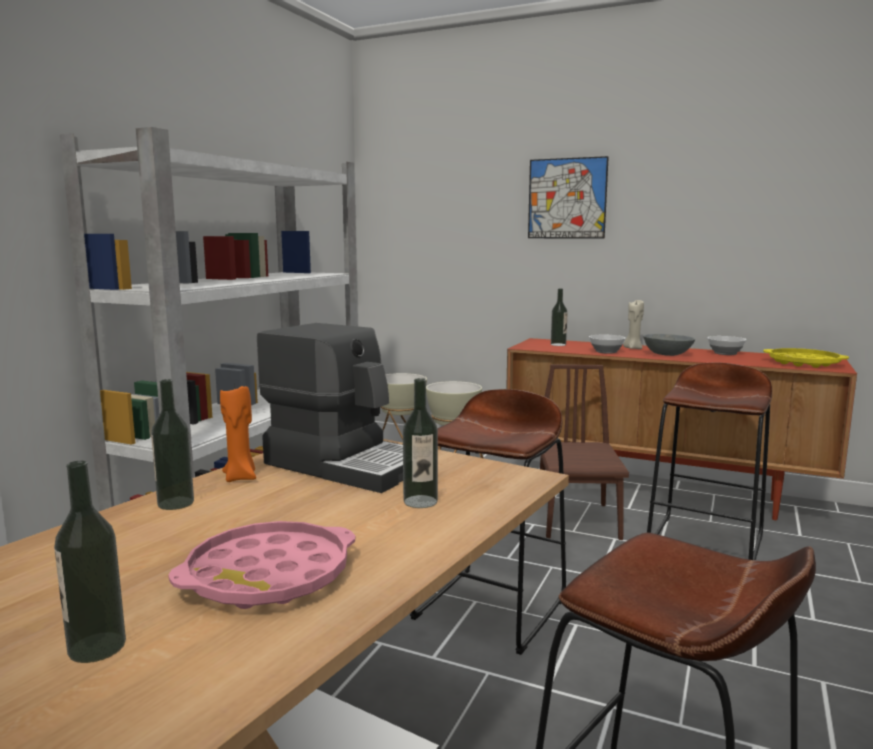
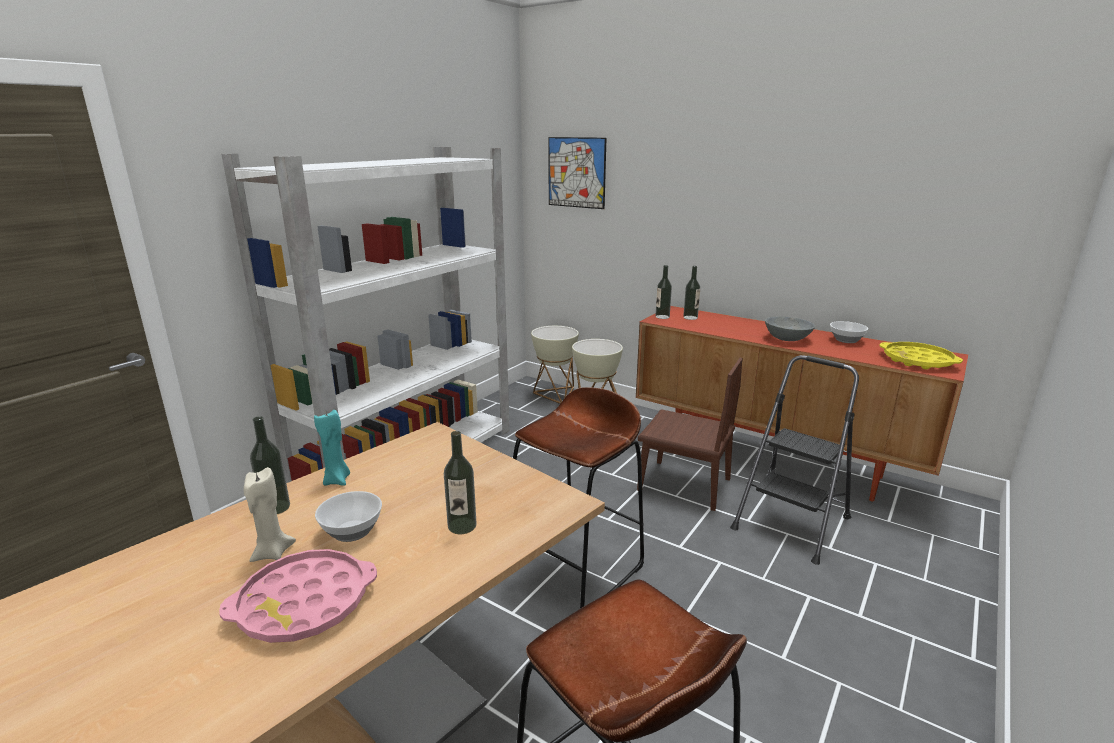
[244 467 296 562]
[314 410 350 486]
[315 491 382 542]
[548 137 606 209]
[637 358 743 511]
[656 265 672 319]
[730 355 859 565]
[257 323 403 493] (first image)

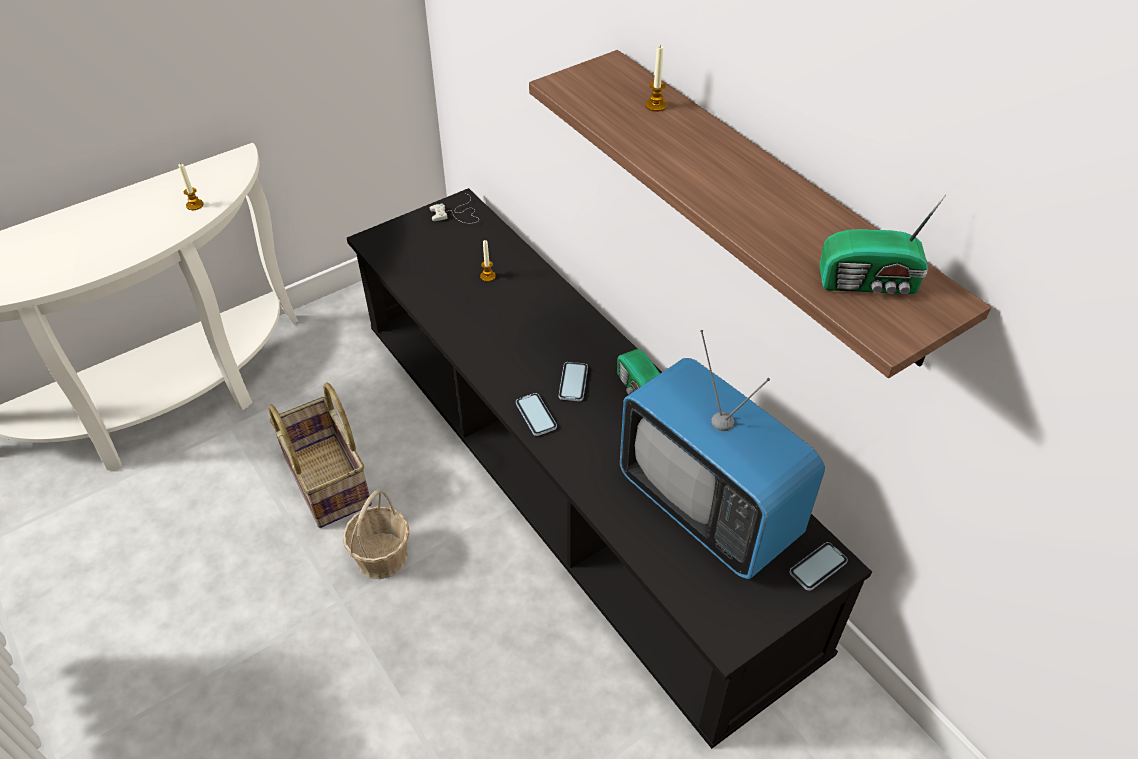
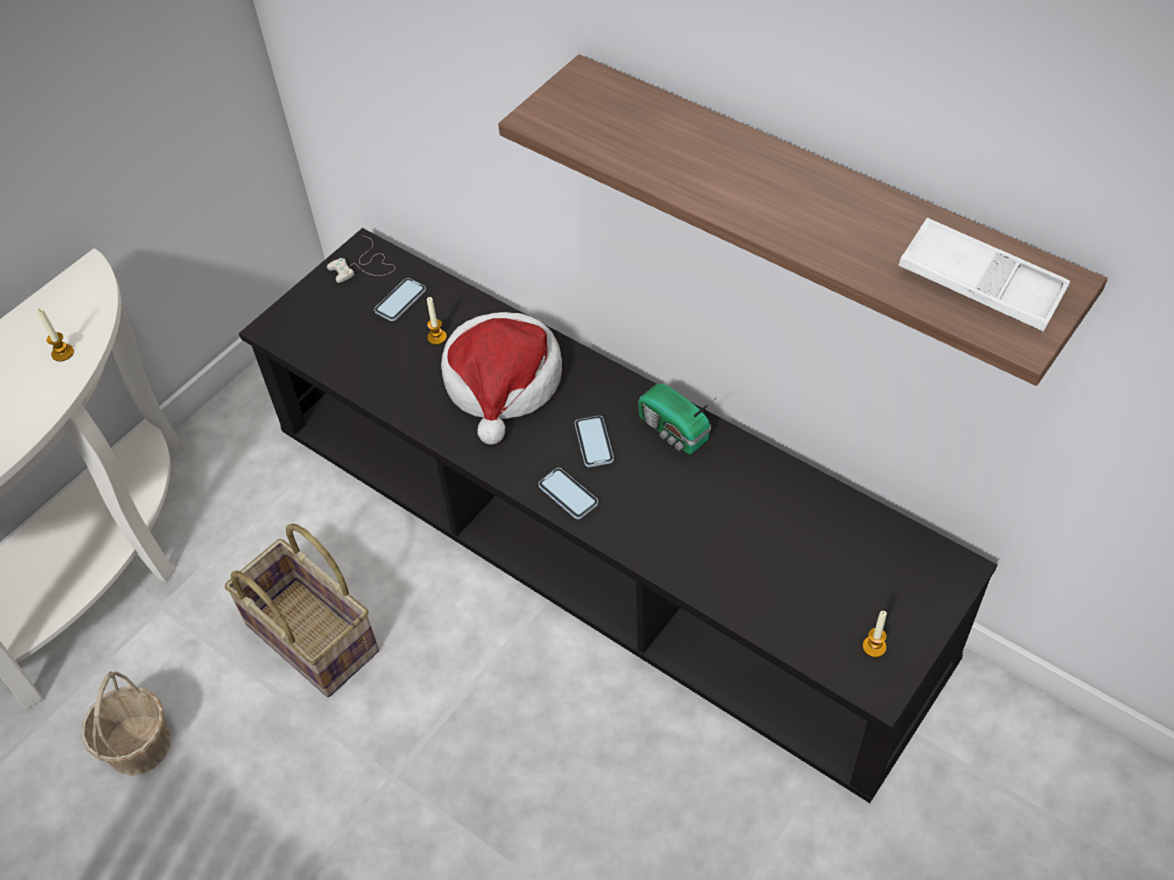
[82 671 171 776]
[374 278 426 321]
[441 312 562 445]
[863 611 887 657]
[898 218 1070 332]
[620 330 825 579] (first image)

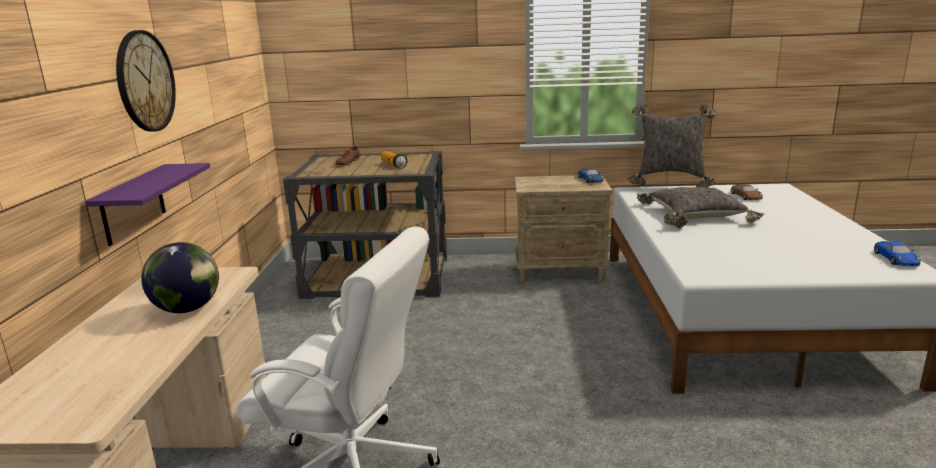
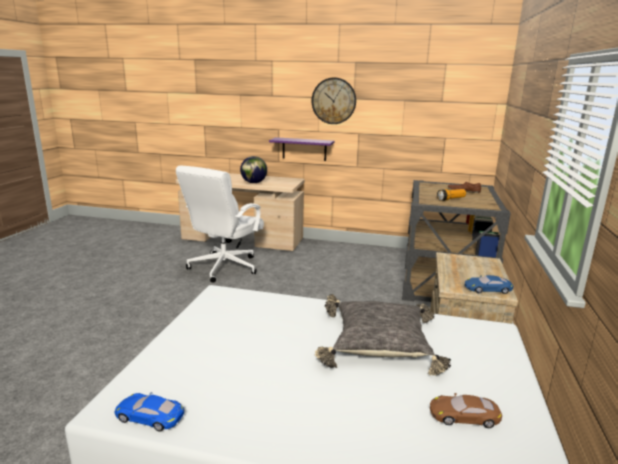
[627 104 717 188] (first image)

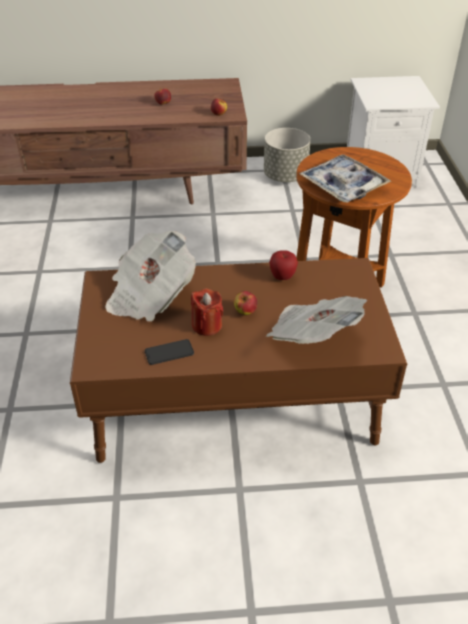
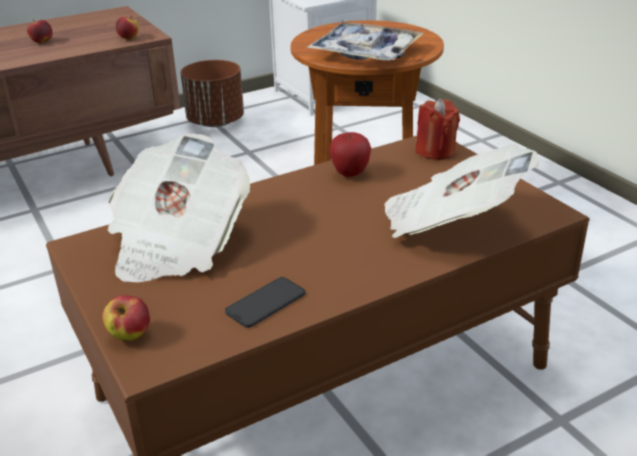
[102 295 150 341]
[181 60 244 127]
[415 99 460 160]

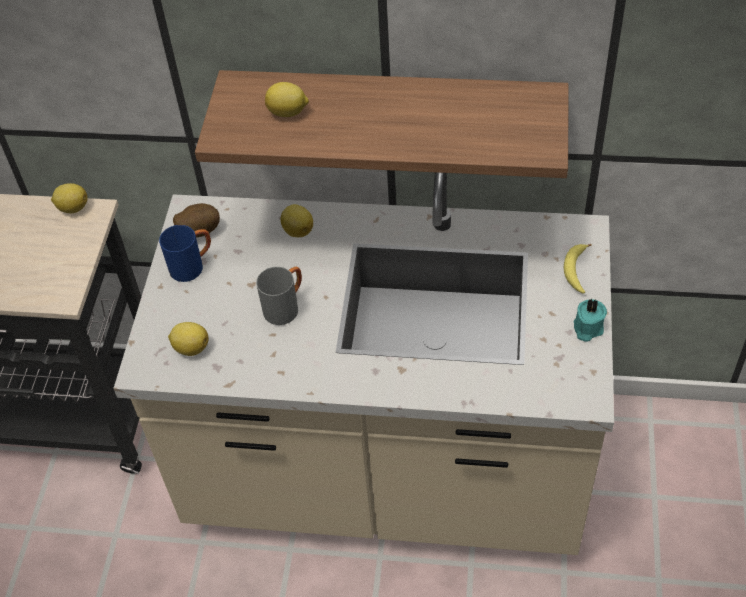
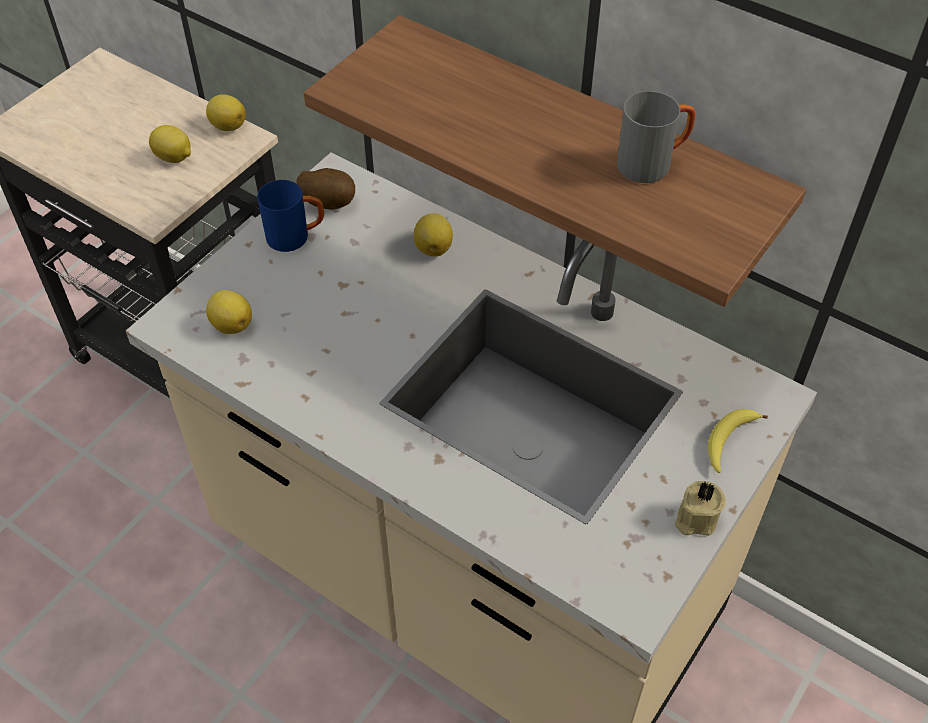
[149 125 191 163]
[617 91 696 183]
[675 481 726 536]

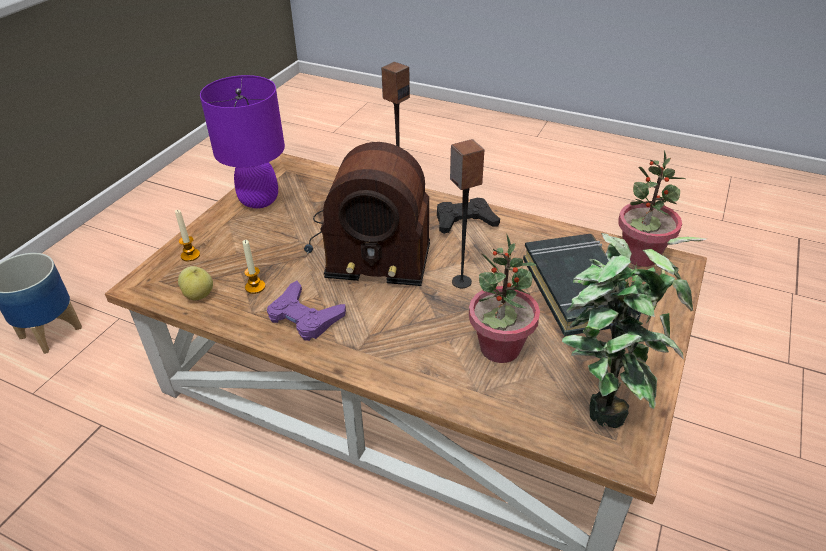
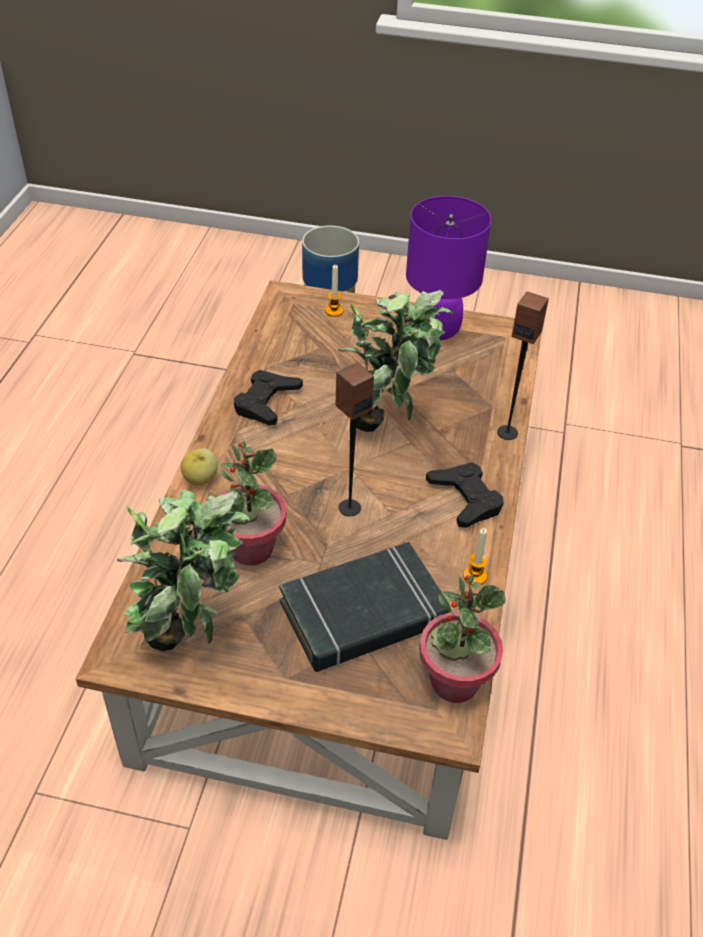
[181 448 218 486]
[234 370 303 425]
[338 290 453 432]
[463 528 487 585]

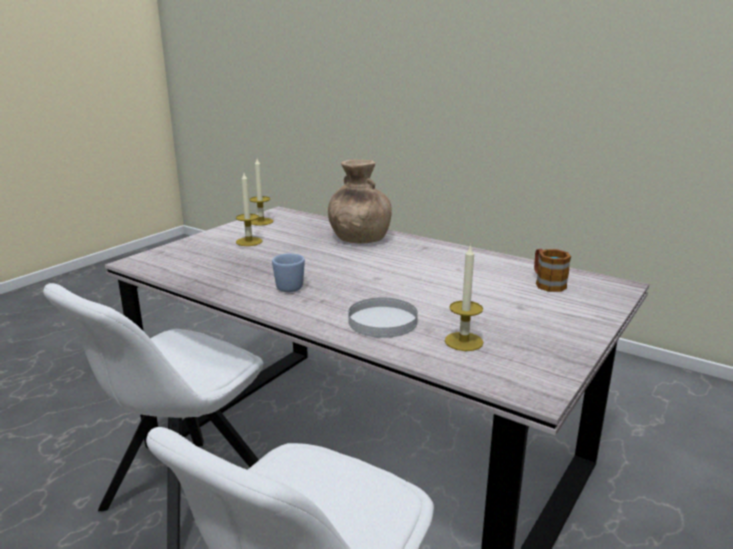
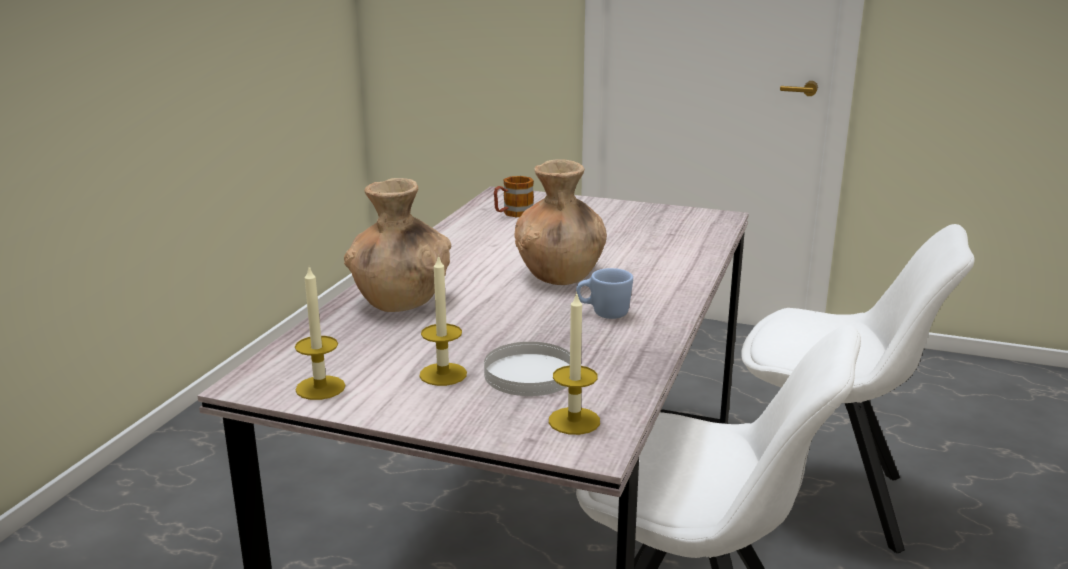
[484 342 570 396]
[514 160 607 285]
[549 291 600 435]

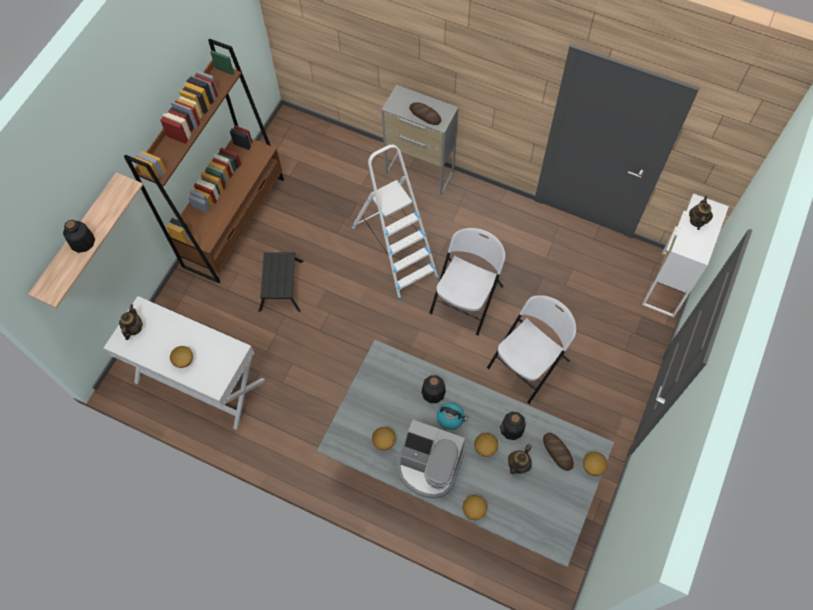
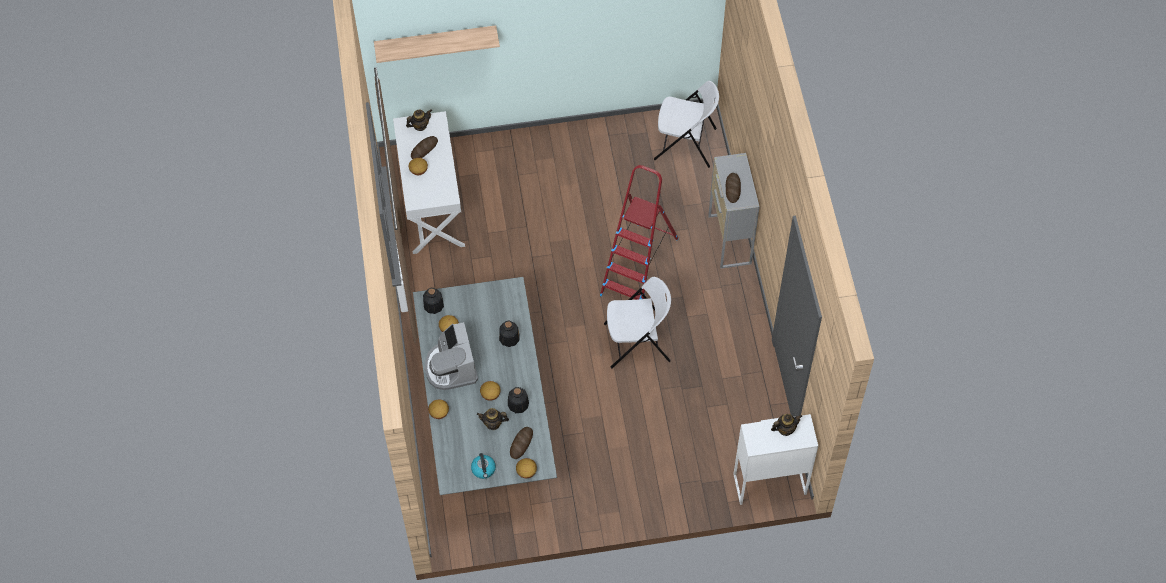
[411 136 438 159]
[423 288 444 314]
[471 453 496 479]
[600 165 679 300]
[654 81 719 168]
[124 39 284 283] (first image)
[258 252 303 312] (first image)

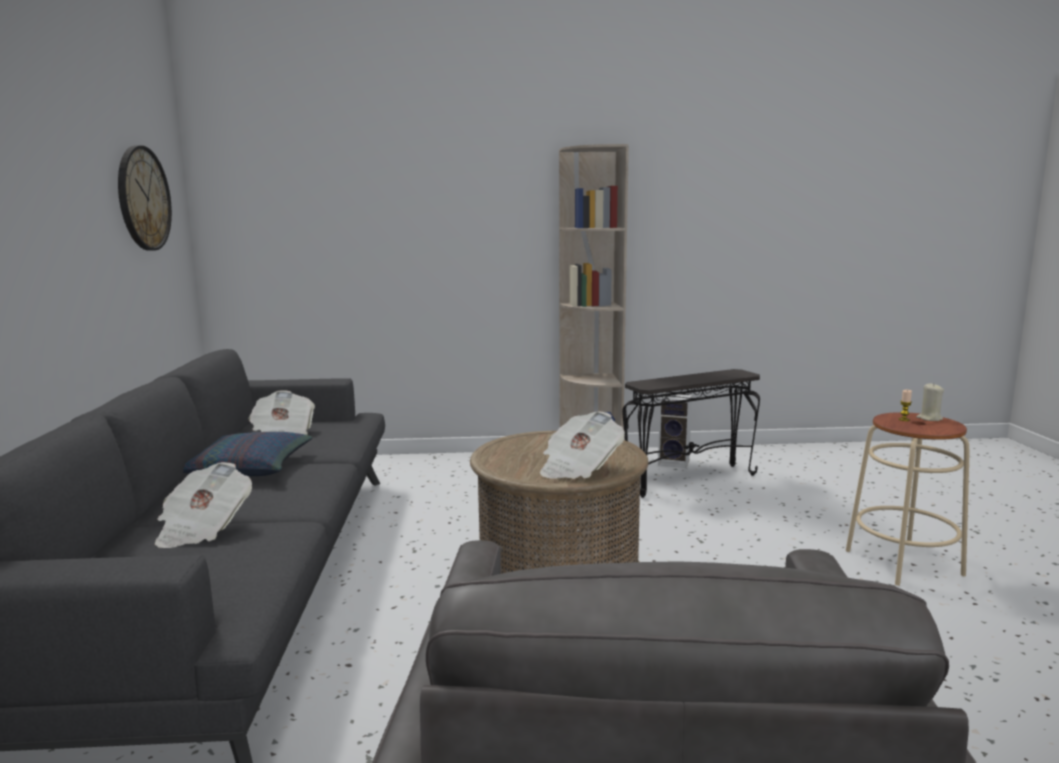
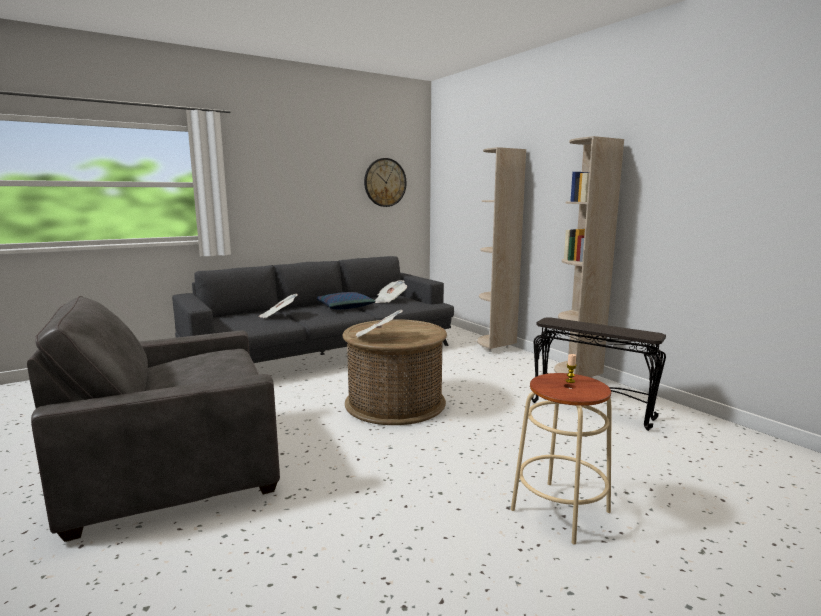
[477 147 526 352]
[658 393 692 468] (first image)
[916 383 944 421] (first image)

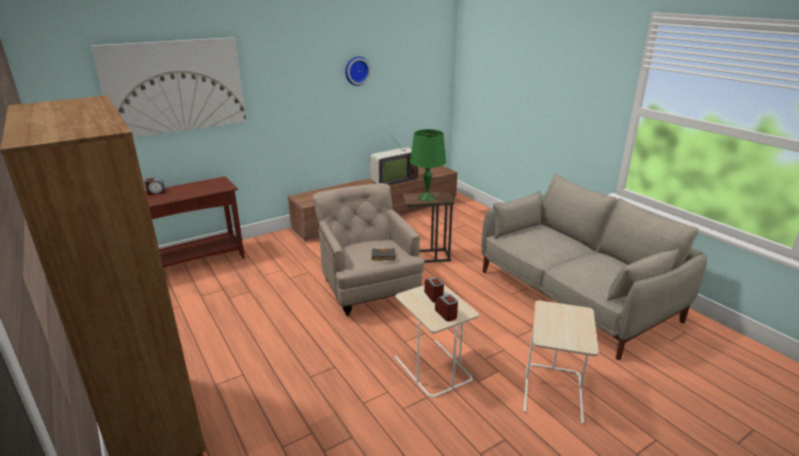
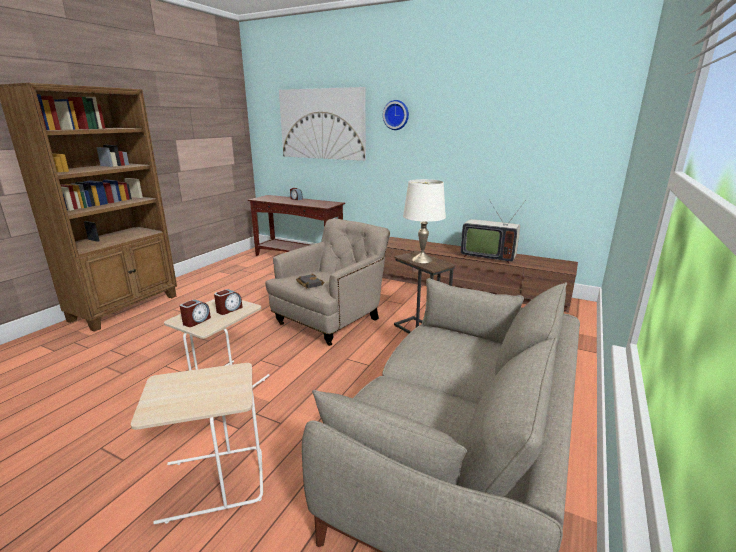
[383 100 409 130]
[403 179 446 263]

